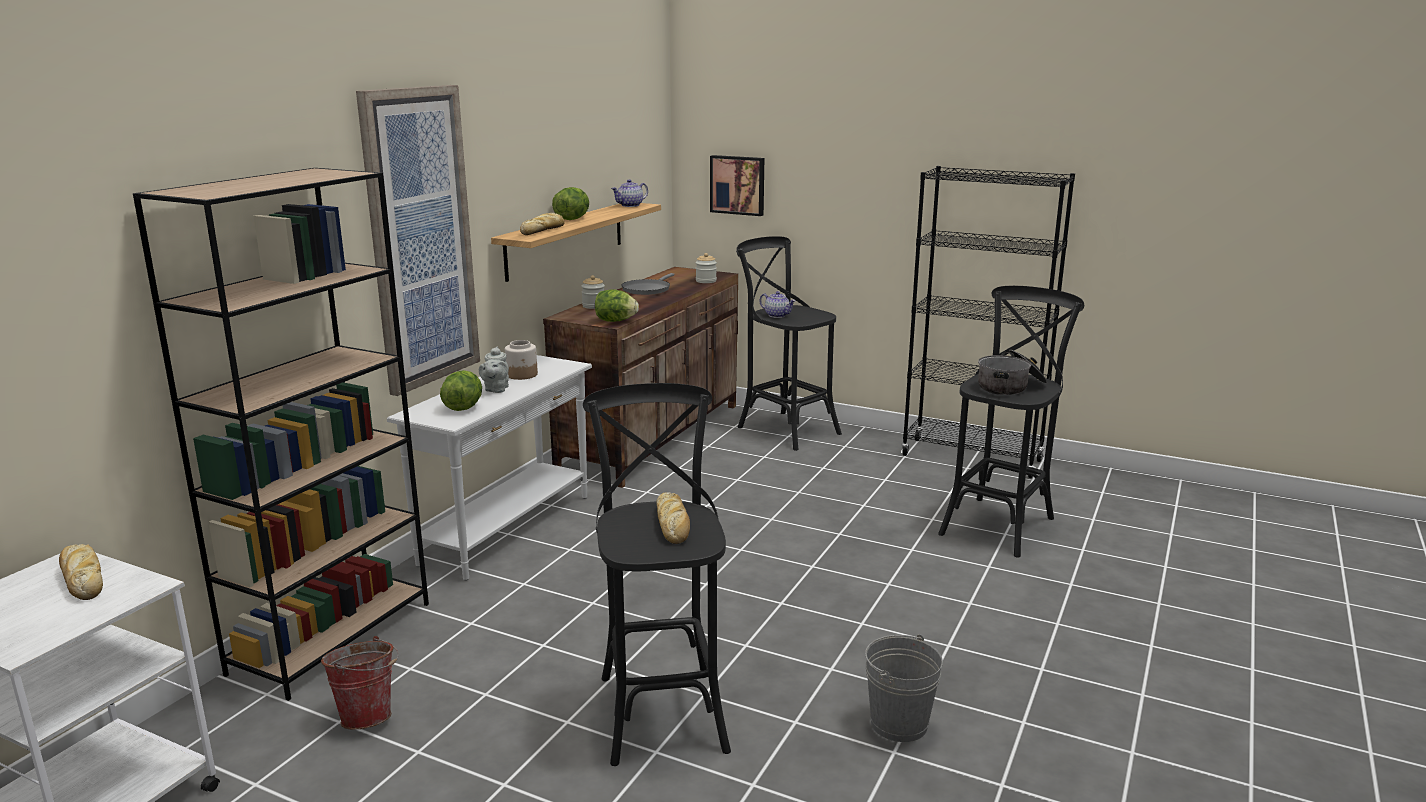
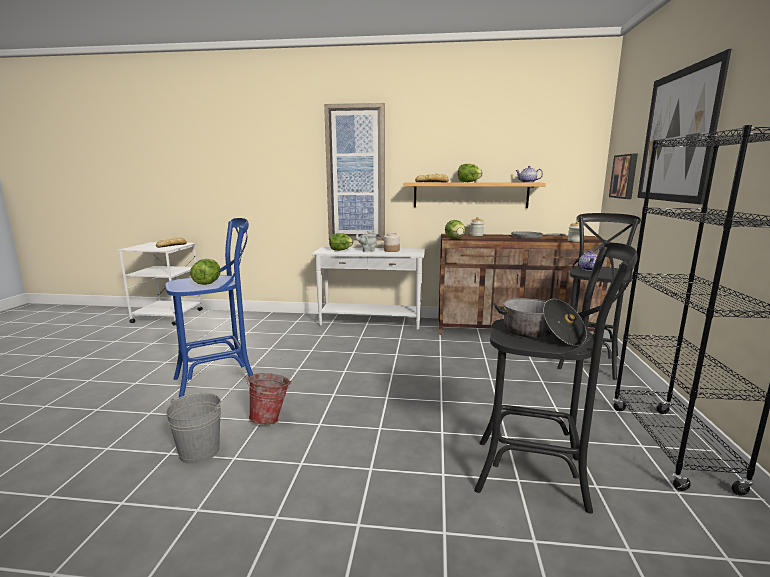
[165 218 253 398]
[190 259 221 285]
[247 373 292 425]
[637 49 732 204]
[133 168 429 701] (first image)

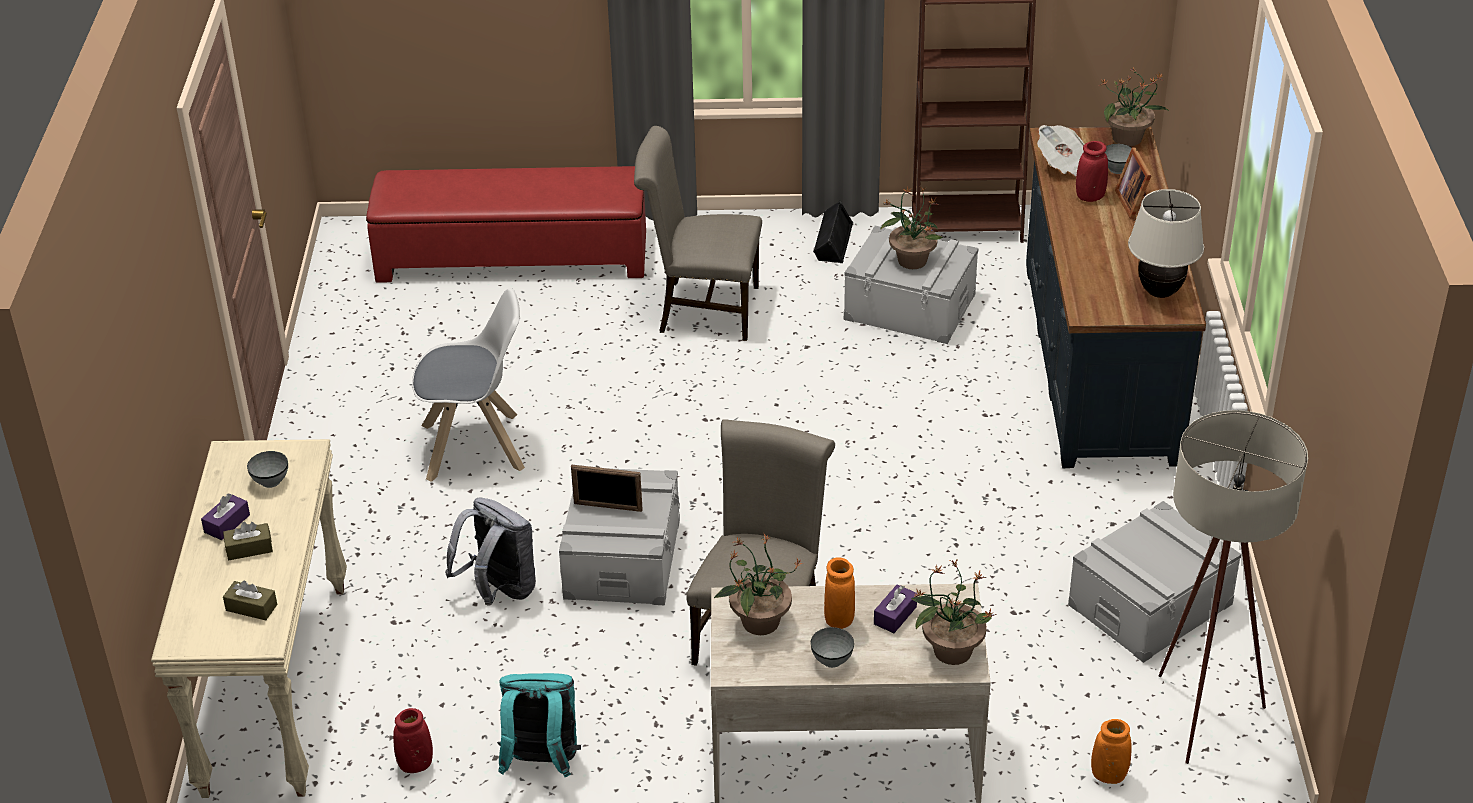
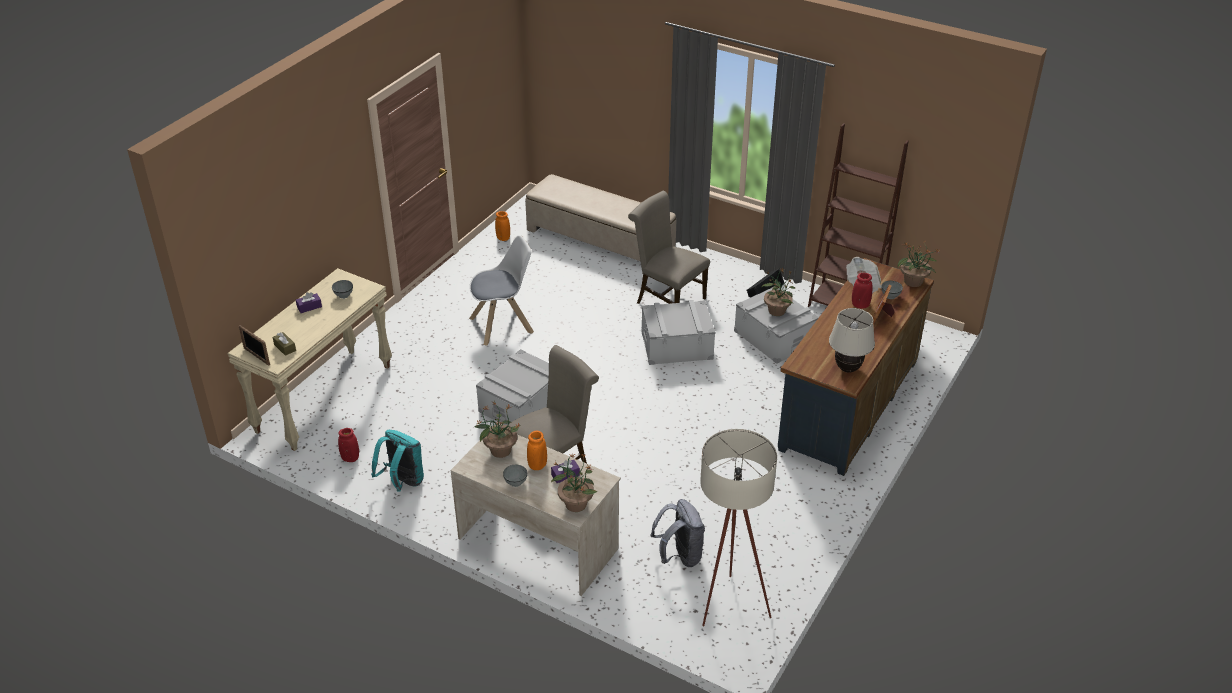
[239 325 270 365]
[469 235 534 346]
[495 211 510 241]
[525 174 676 261]
[642 300 715 365]
[650 499 705 567]
[223 522 273 560] (first image)

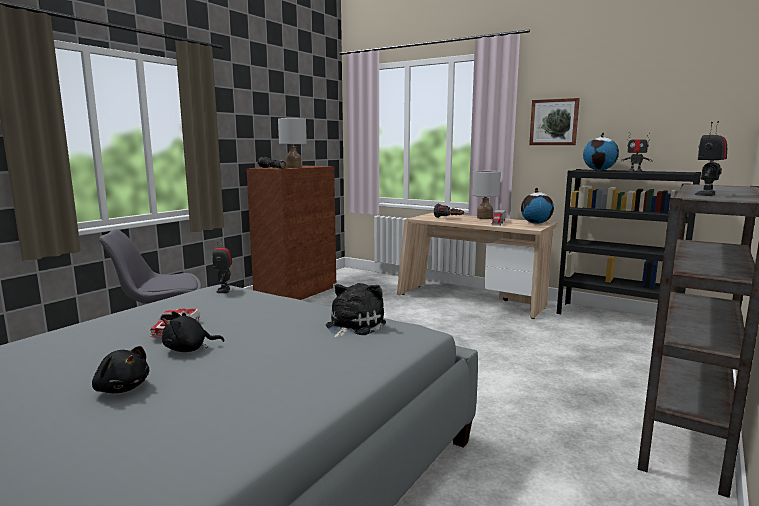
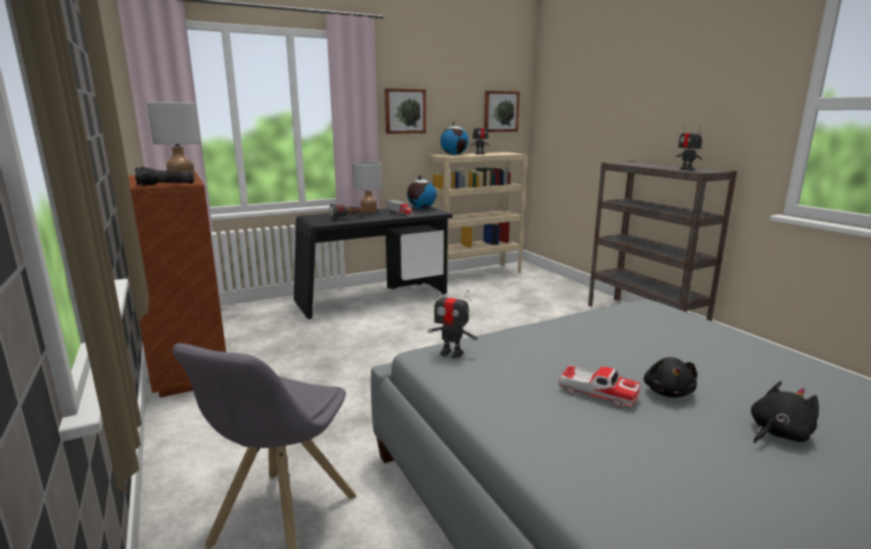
[294 206 452 319]
[429 152 527 284]
[484 91 520 132]
[326 283 386 338] (first image)

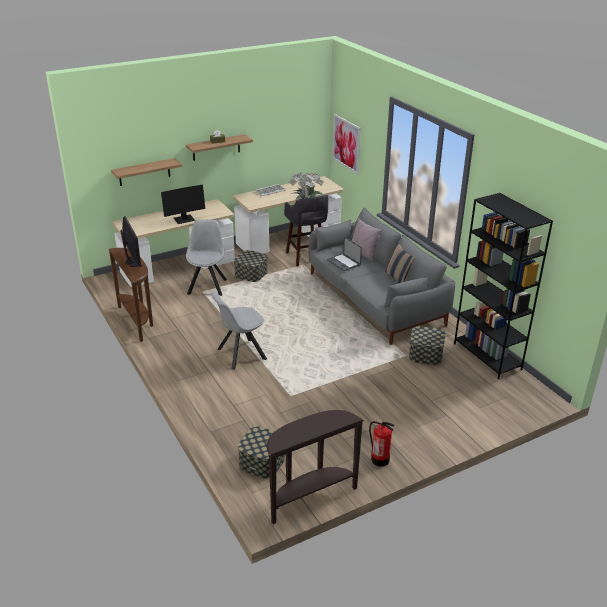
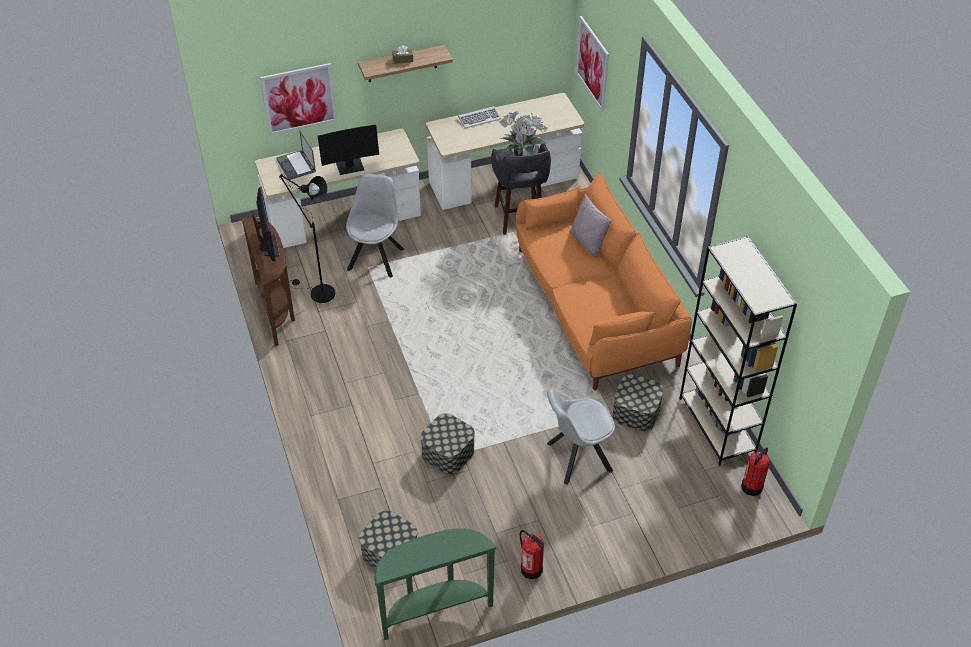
[260 63 337 135]
[276 130 316 180]
[279 174 335 303]
[374 528 497 640]
[420 413 475 474]
[516 172 692 391]
[547 389 615 485]
[679 236 797 466]
[741 447 770 496]
[385 243 415 283] (first image)

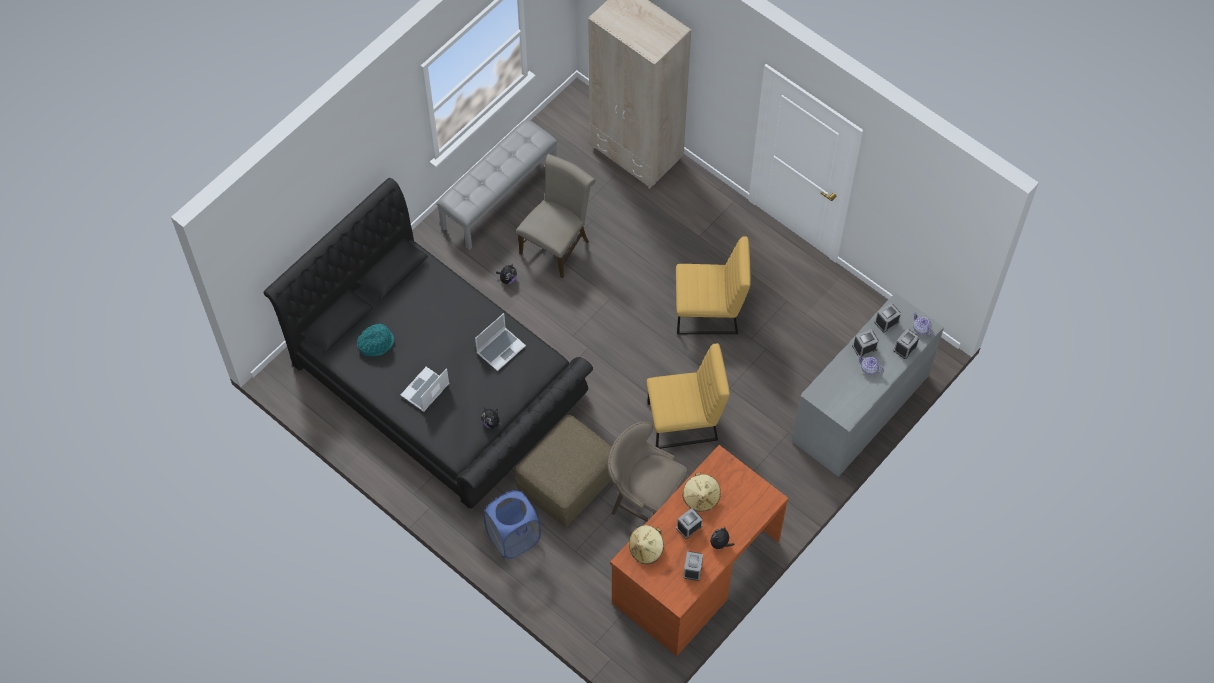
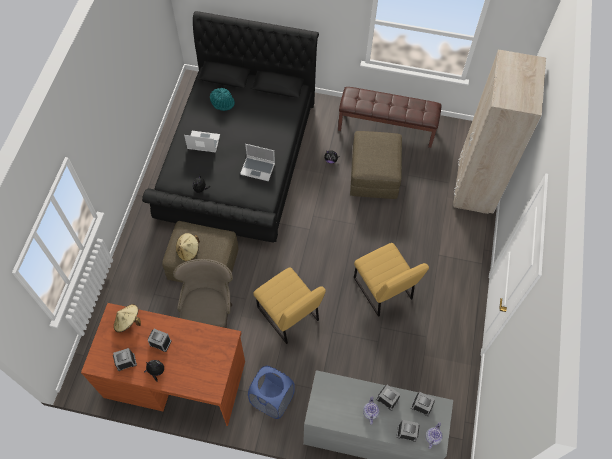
[176 233 200 261]
[248 366 295 419]
[338 87 441 148]
[350 131 402 199]

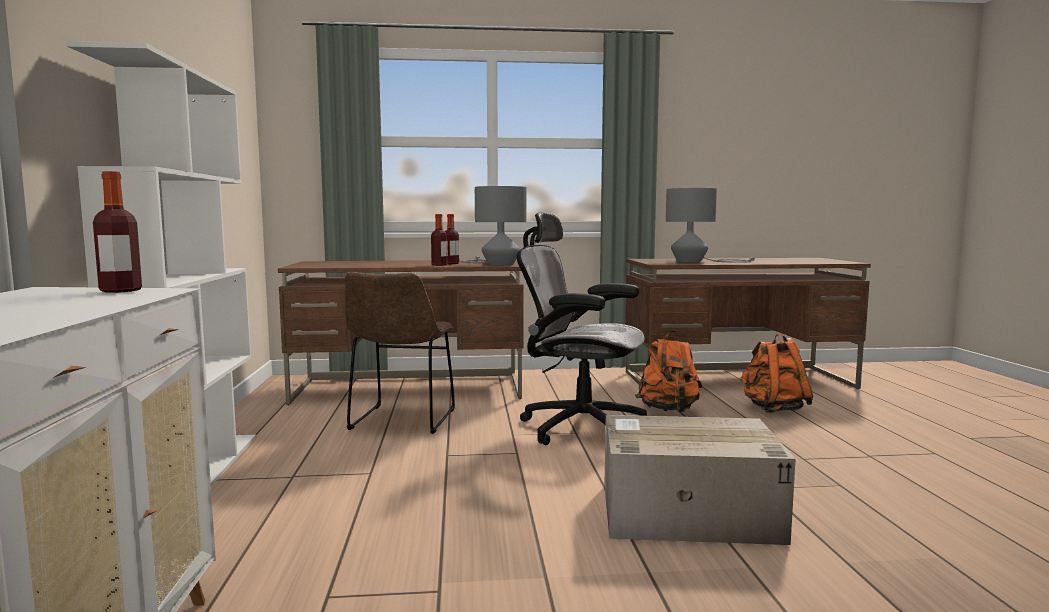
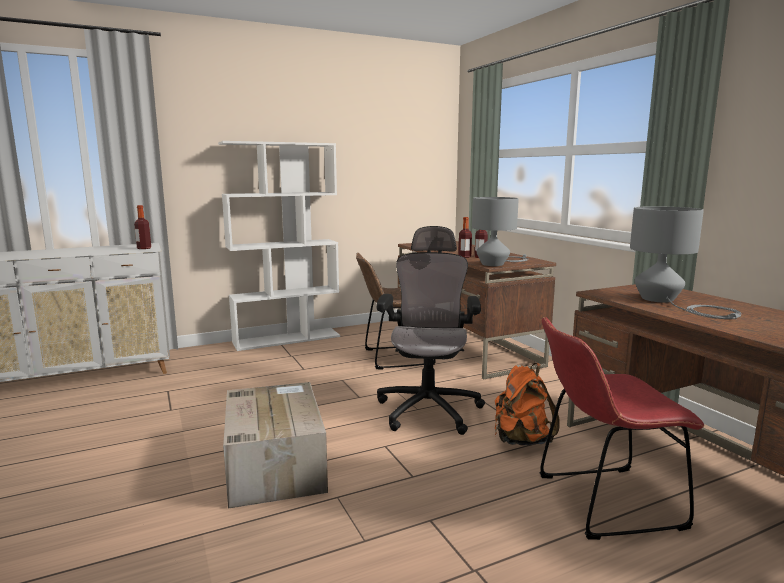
[539 317 704 540]

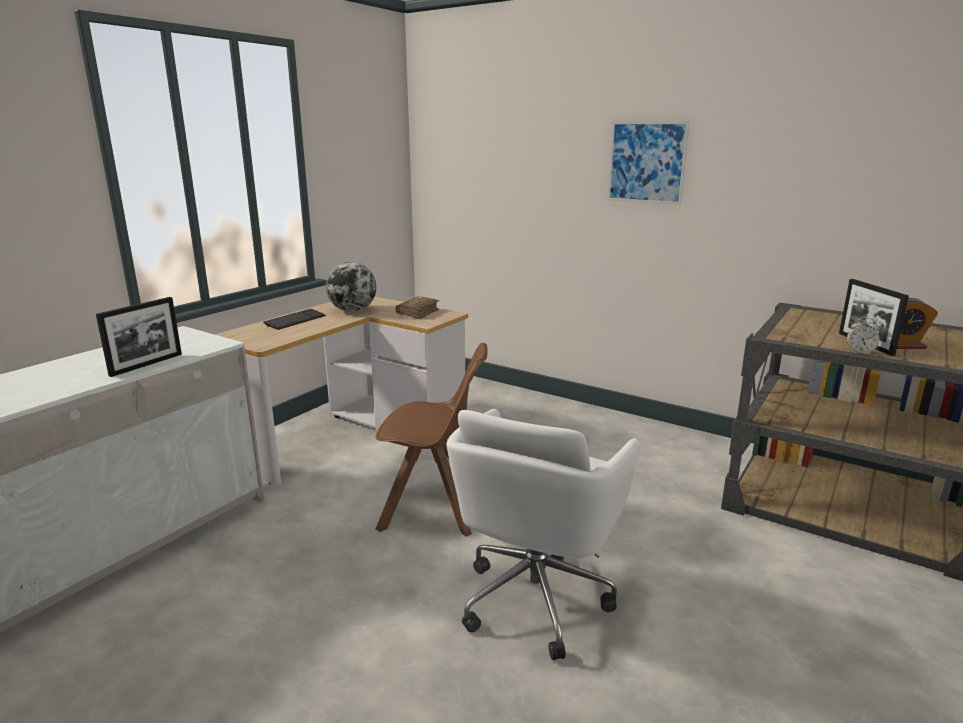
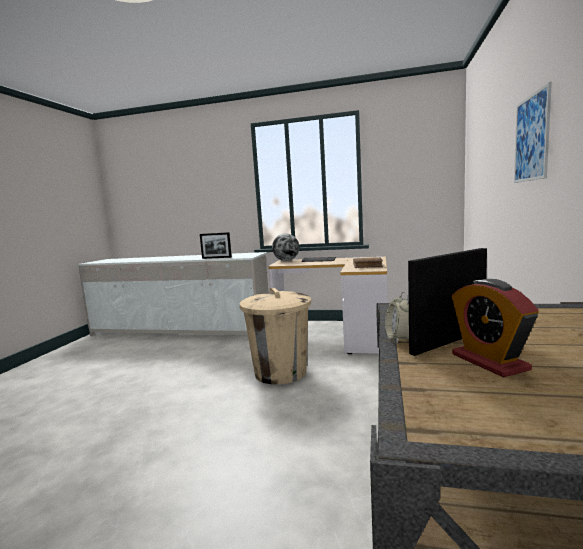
[239 288 311 385]
[272 233 299 261]
[446 409 640 660] (first image)

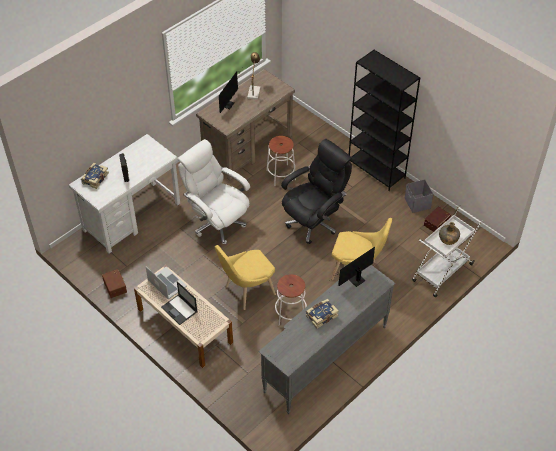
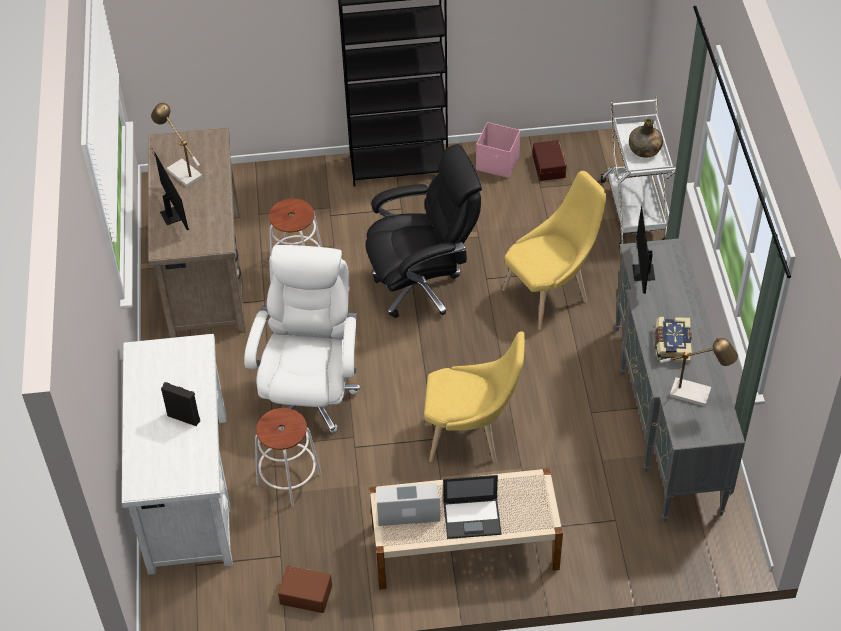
[244 245 360 433]
[255 408 322 507]
[366 144 482 318]
[424 331 525 462]
[476 122 520 178]
[660 338 738 406]
[81 163 109 189] (first image)

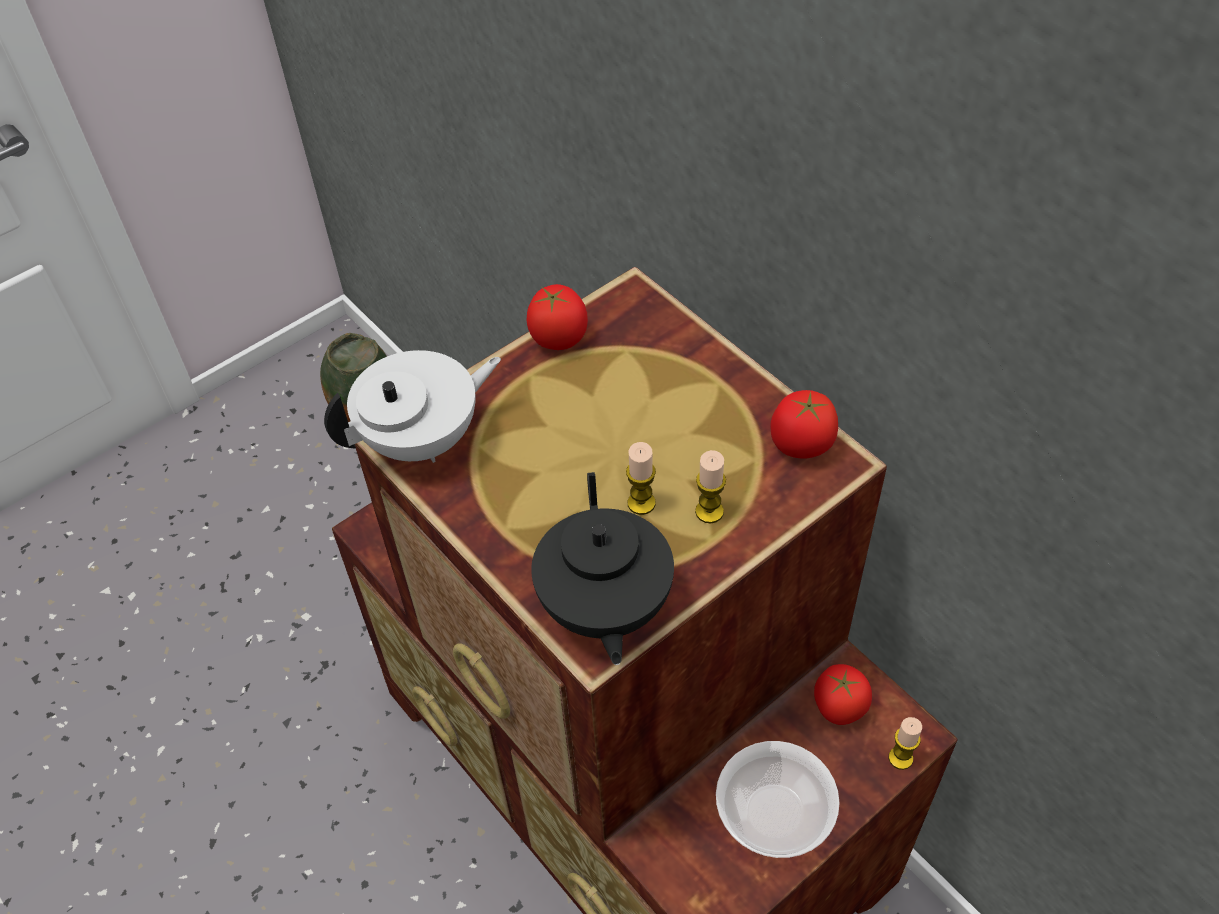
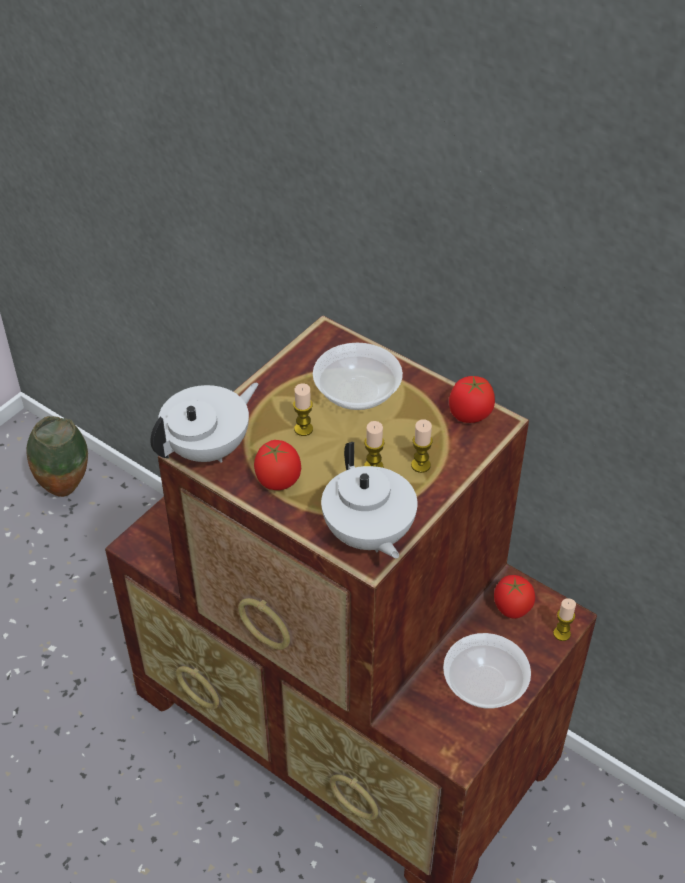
[254 440 301 490]
[293 383 313 436]
[313 343 403 410]
[321 442 418 559]

